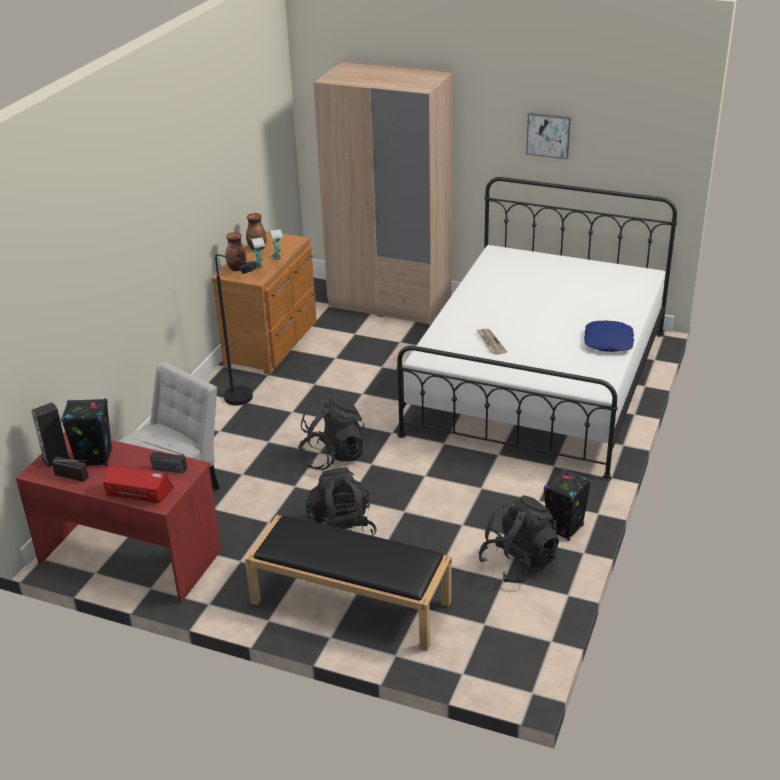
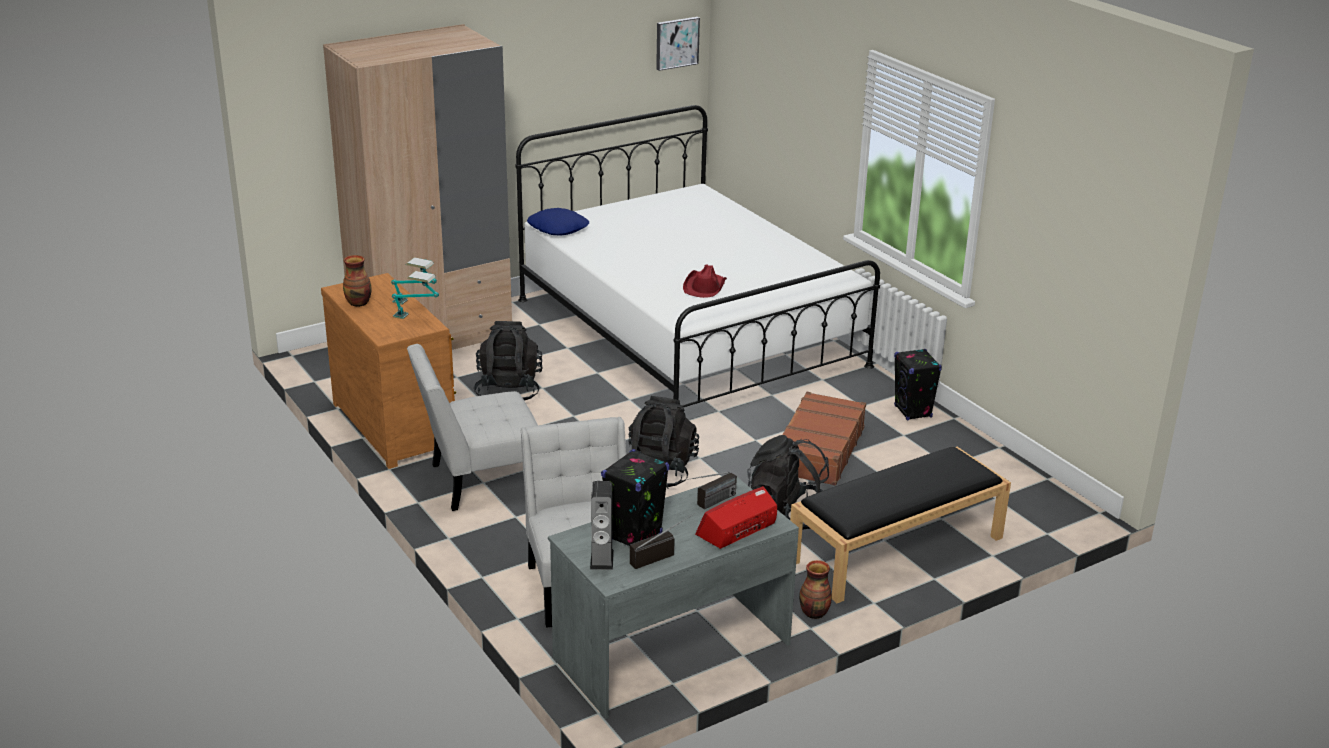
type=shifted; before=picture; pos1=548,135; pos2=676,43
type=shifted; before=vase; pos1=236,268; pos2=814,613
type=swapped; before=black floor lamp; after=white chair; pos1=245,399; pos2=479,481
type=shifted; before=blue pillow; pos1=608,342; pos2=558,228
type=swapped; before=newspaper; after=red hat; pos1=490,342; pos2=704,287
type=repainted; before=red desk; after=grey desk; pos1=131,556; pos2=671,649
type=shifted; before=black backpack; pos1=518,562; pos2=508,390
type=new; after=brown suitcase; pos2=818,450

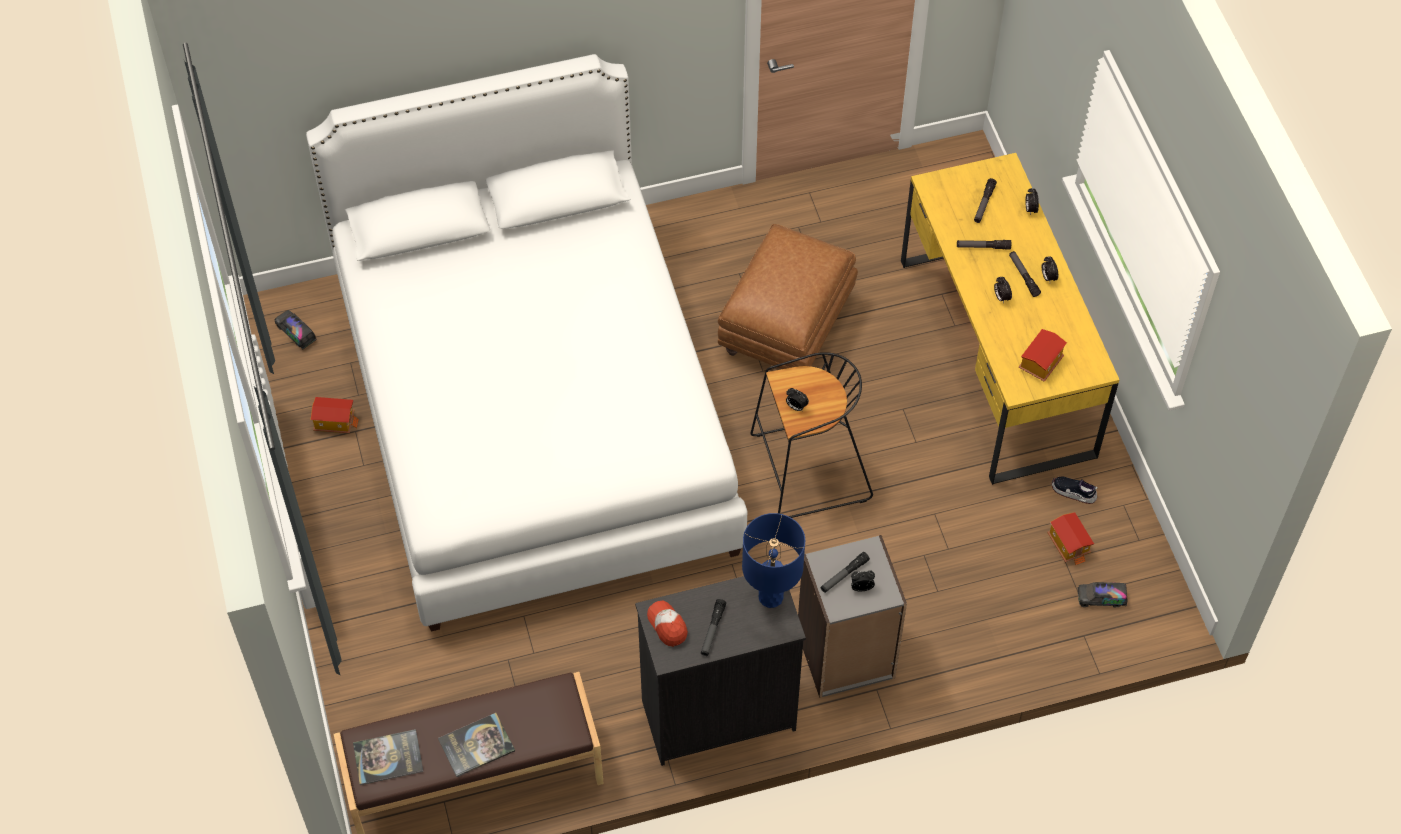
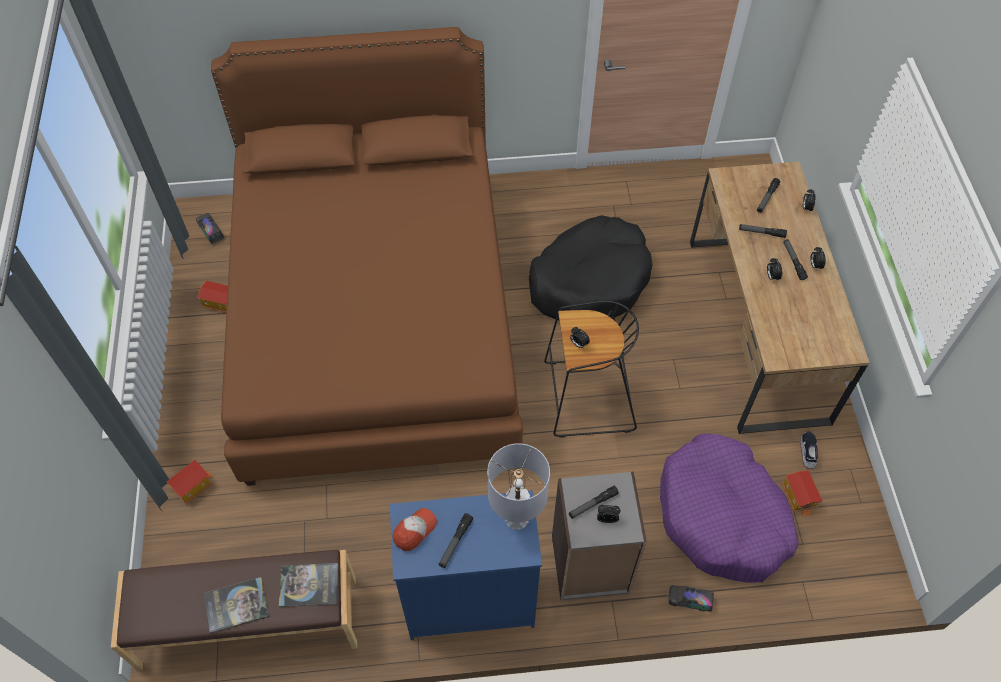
type=repainted; before=white bed; after=brown bed; pos1=533,413; pos2=375,319
type=repainted; before=yellow desk; after=brown desk; pos1=996,357; pos2=756,328
type=swapped; before=brown ottoman; after=black dog bed; pos1=786,328; pos2=589,281
type=shifted; before=toy house; pos1=1040,363; pos2=193,486
type=rotated; before=shoe; pos1=1073,492; pos2=808,451; turn=60
type=repainted; before=blue table lamp; after=grey table lamp; pos1=770,597; pos2=516,518
type=repainted; before=black dresser; after=blue dresser; pos1=716,715; pos2=468,600
type=shifted; before=toy truck; pos1=1101,598; pos2=689,600
type=rotated; before=cap; pos1=667,625; pos2=414,531; turn=60
type=shifted; before=book; pos1=388,757; pos2=309,585
type=new; after=purple dog bed; pos2=722,516

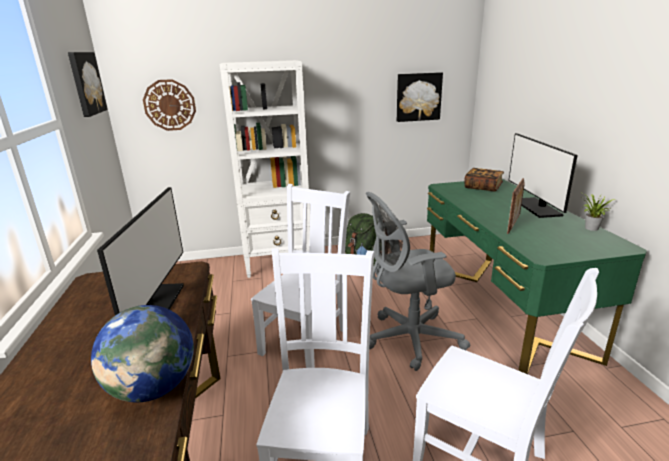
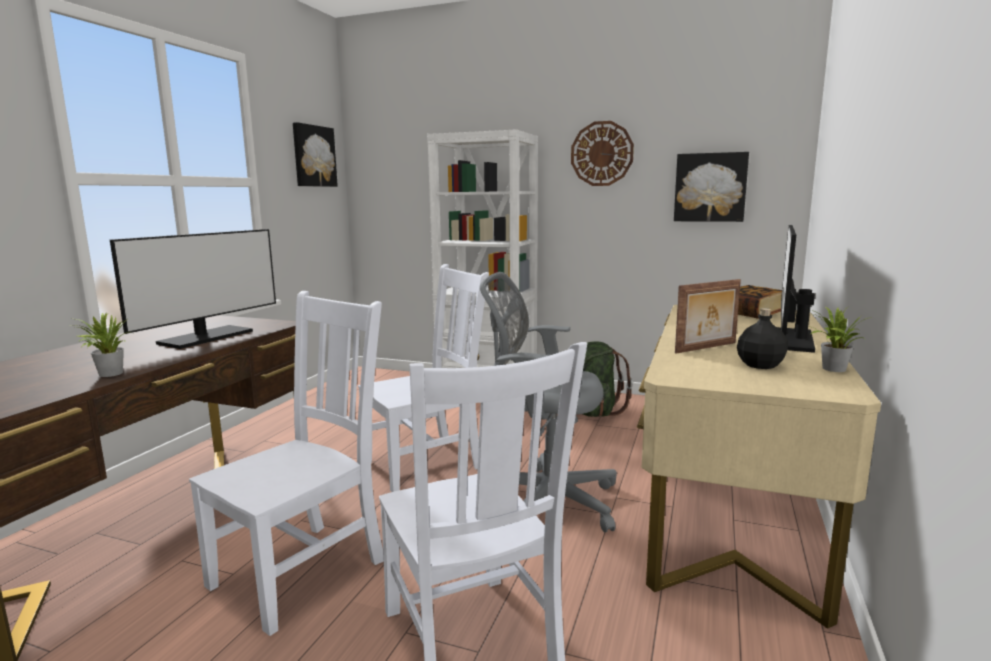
type=shifted; before=wall clock; pos1=169,105; pos2=601,154
type=repainted; before=green desk; after=beige desk; pos1=501,307; pos2=731,505
type=swapped; before=globe; after=potted plant; pos1=154,388; pos2=107,374
type=new; after=black bottle; pos2=759,365

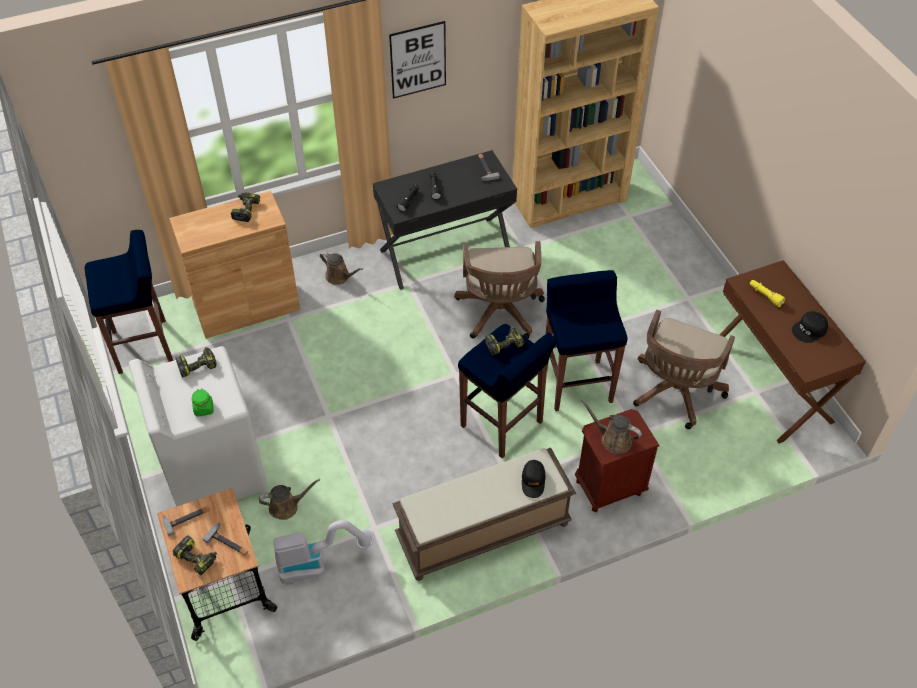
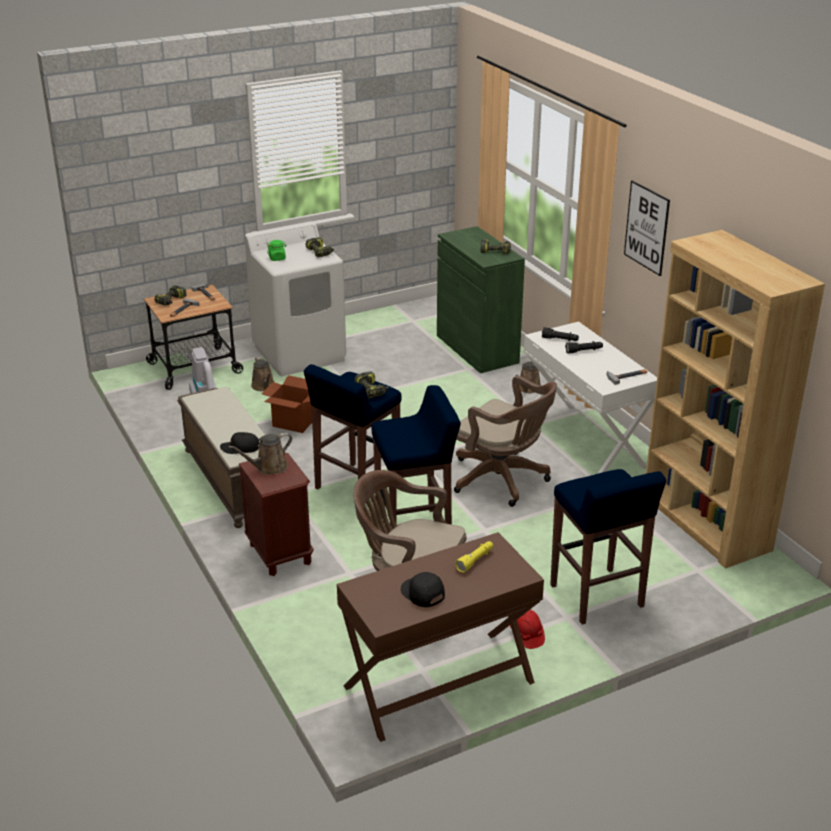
type=repainted; before=black desk; after=white desk; pos1=445,252; pos2=583,443
type=repainted; before=brown cabinet; after=green cabinet; pos1=247,307; pos2=477,349
type=shifted; before=blue stool; pos1=144,346; pos2=597,597
type=rotated; before=brown office chair; pos1=500,314; pos2=503,480; turn=-135
type=rotated; before=brown watering can; pos1=613,439; pos2=268,467; turn=-150
type=new; after=cardboard box; pos2=293,423
type=new; after=red hard hat; pos2=526,635

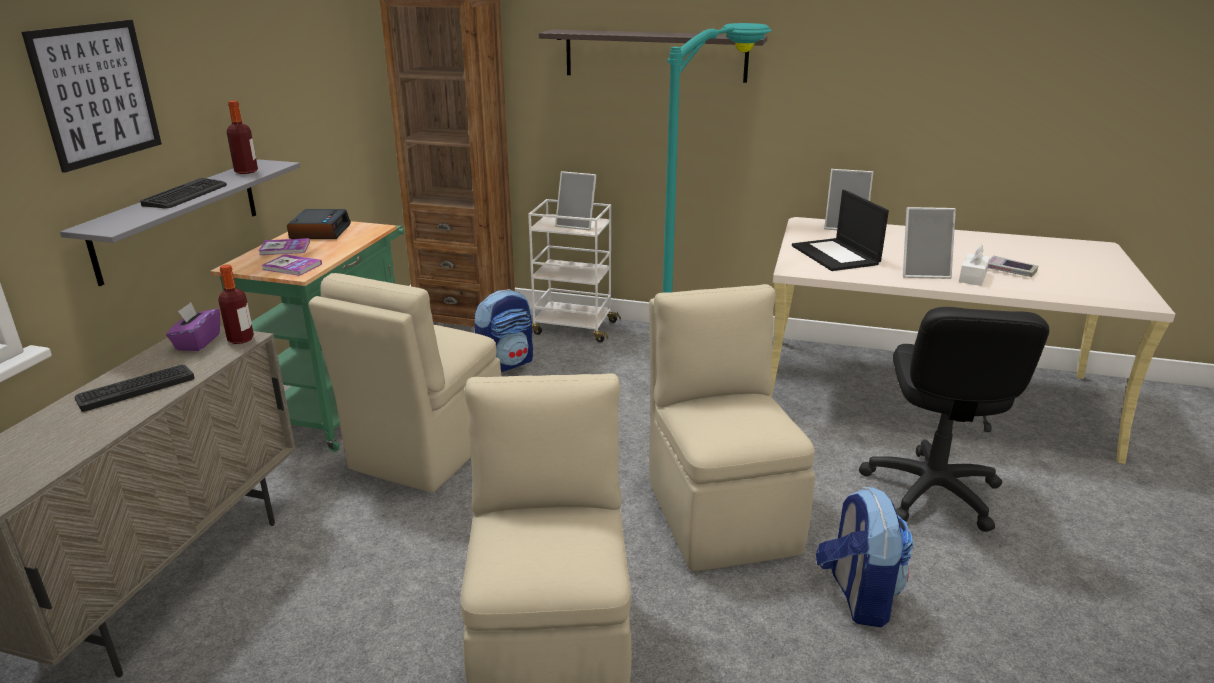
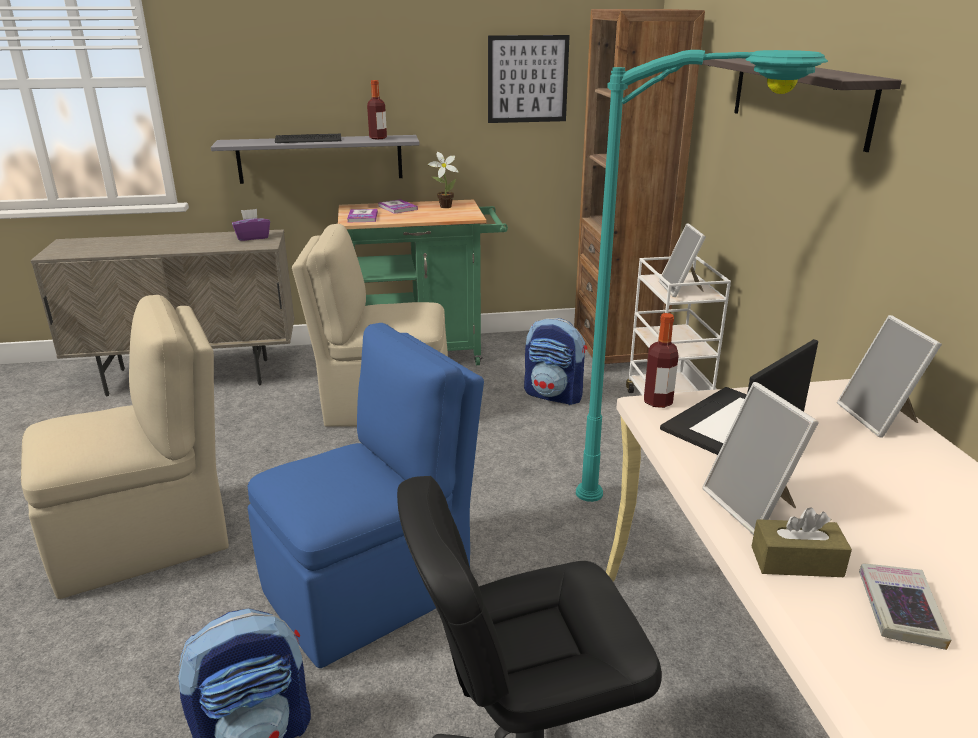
type=shifted; before=picture; pos1=97,93; pos2=527,79
type=swapped; before=alarm clock; after=potted plant; pos1=320,231; pos2=443,206
type=repainted; before=white tissue box; after=brown tissue box; pos1=972,277; pos2=796,561
type=shifted; before=bottle; pos1=241,339; pos2=658,402
type=repainted; before=beige chair; after=blue chair; pos1=720,513; pos2=371,589
type=gone; before=keyboard; pos1=135,388

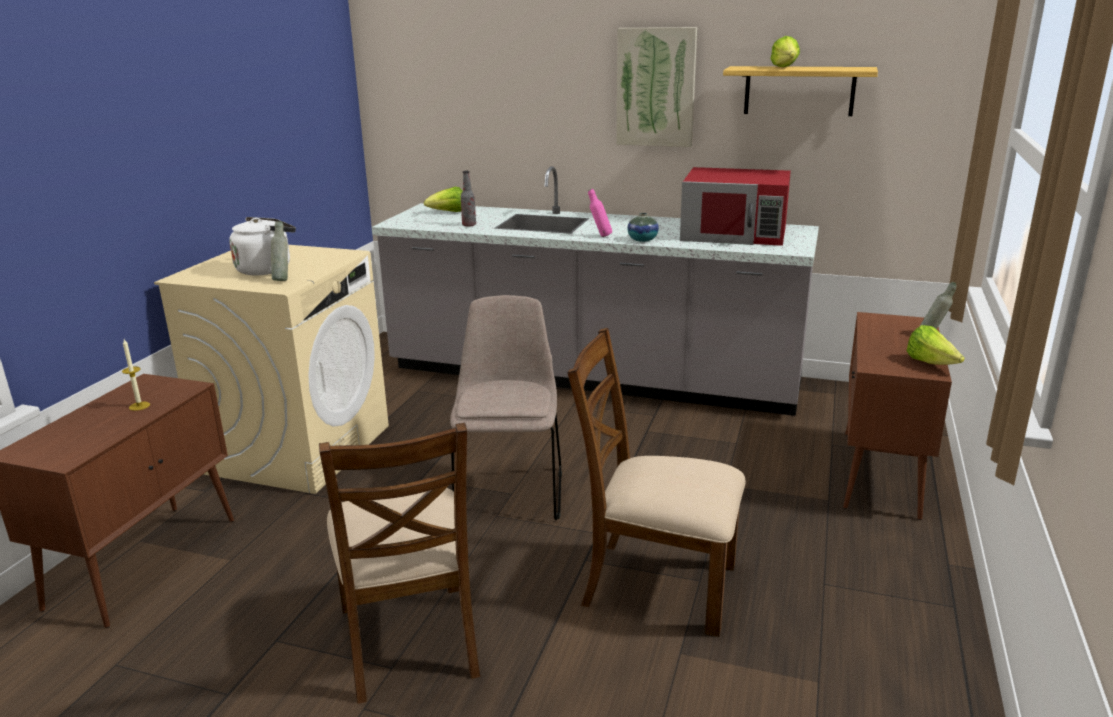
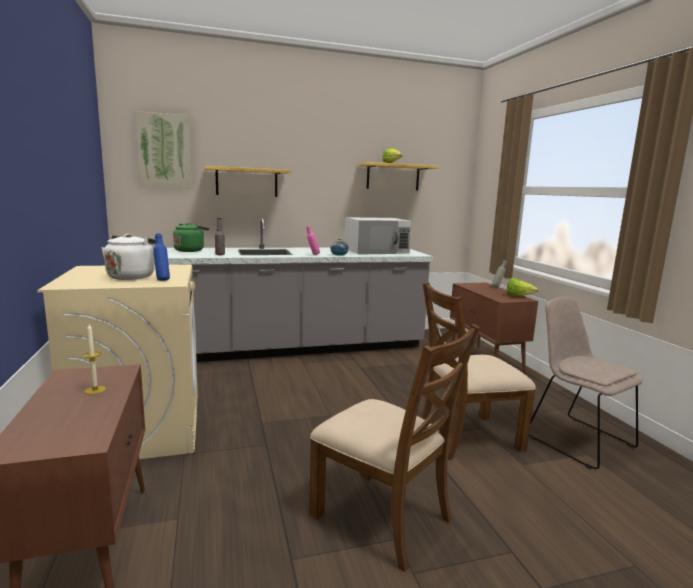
type=shifted; before=picture; pos1=656,87; pos2=164,151
type=repainted; before=red microwave; after=white microwave; pos1=735,233; pos2=376,251
type=swapped; before=lettuce; after=green kettle; pos1=448,213; pos2=190,250
type=repainted; before=grey bottle; after=blue bottle; pos1=282,280; pos2=162,280
type=shifted; before=beige chair; pos1=509,491; pos2=576,439
type=new; after=shelf; pos2=247,182

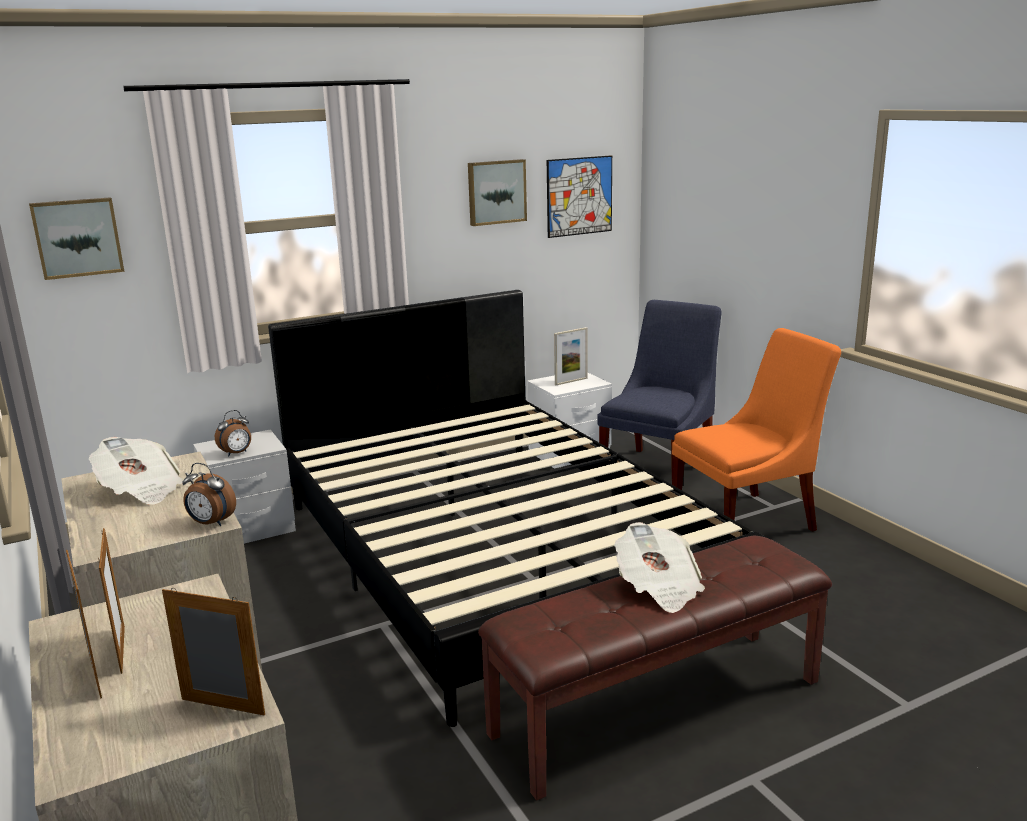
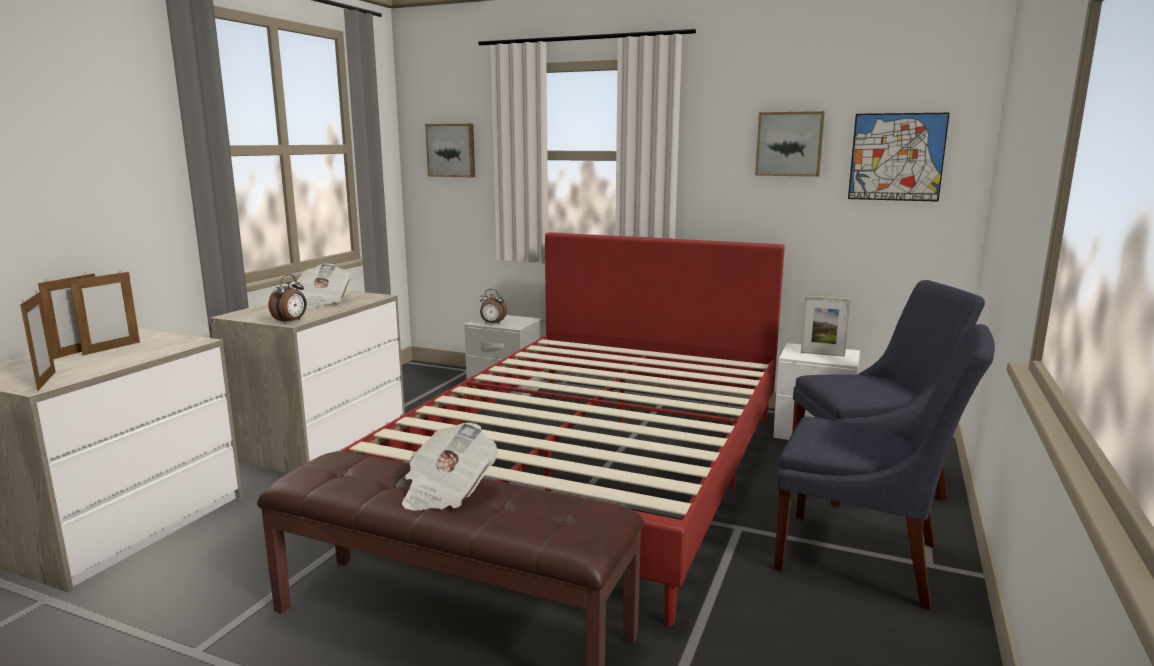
type=repainted; before=black bed; after=red bed; pos1=495,554; pos2=594,468
type=repainted; before=orange chair; after=blue chair; pos1=748,521; pos2=865,559
type=rotated; before=alarm clock; pos1=211,523; pos2=291,321; turn=-135

